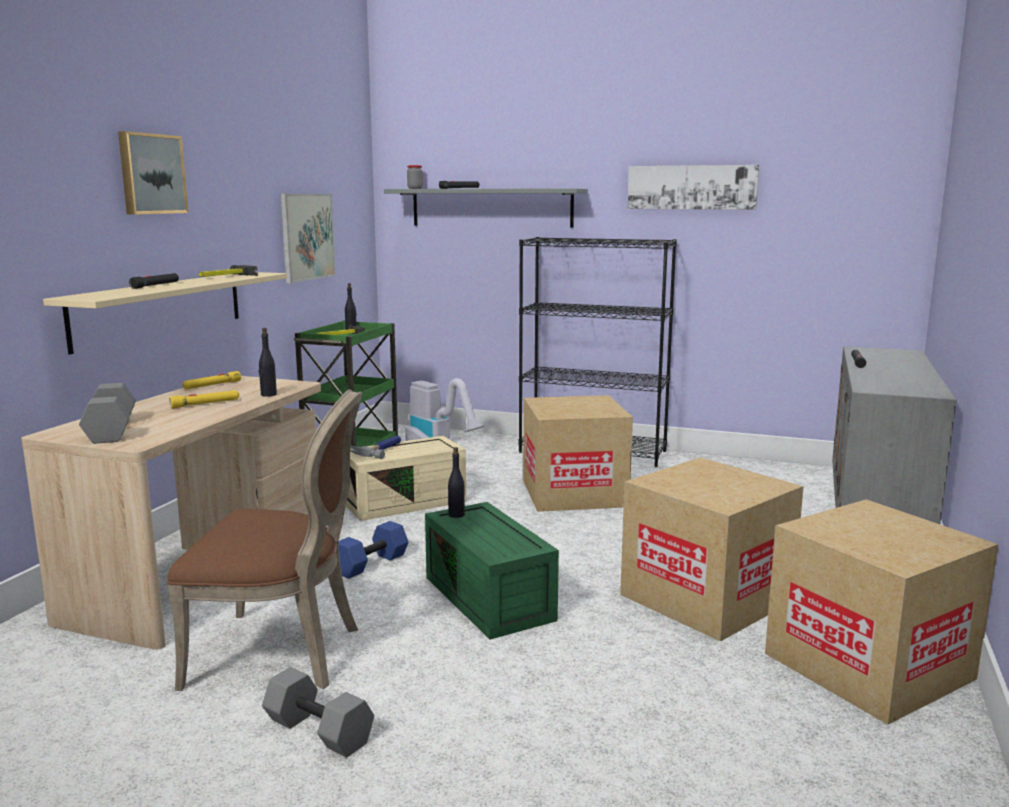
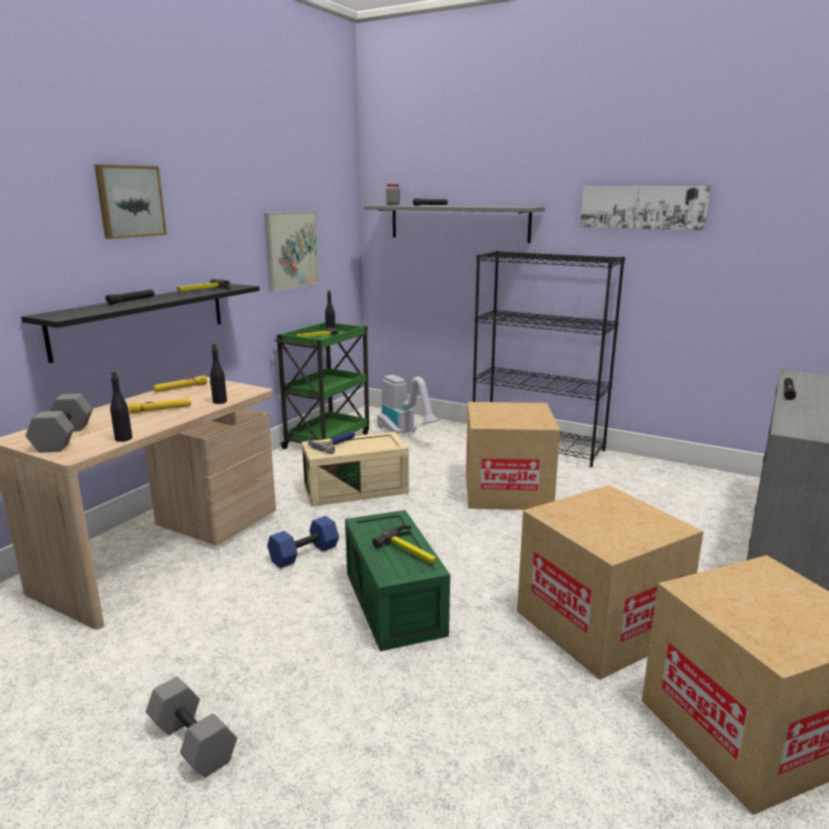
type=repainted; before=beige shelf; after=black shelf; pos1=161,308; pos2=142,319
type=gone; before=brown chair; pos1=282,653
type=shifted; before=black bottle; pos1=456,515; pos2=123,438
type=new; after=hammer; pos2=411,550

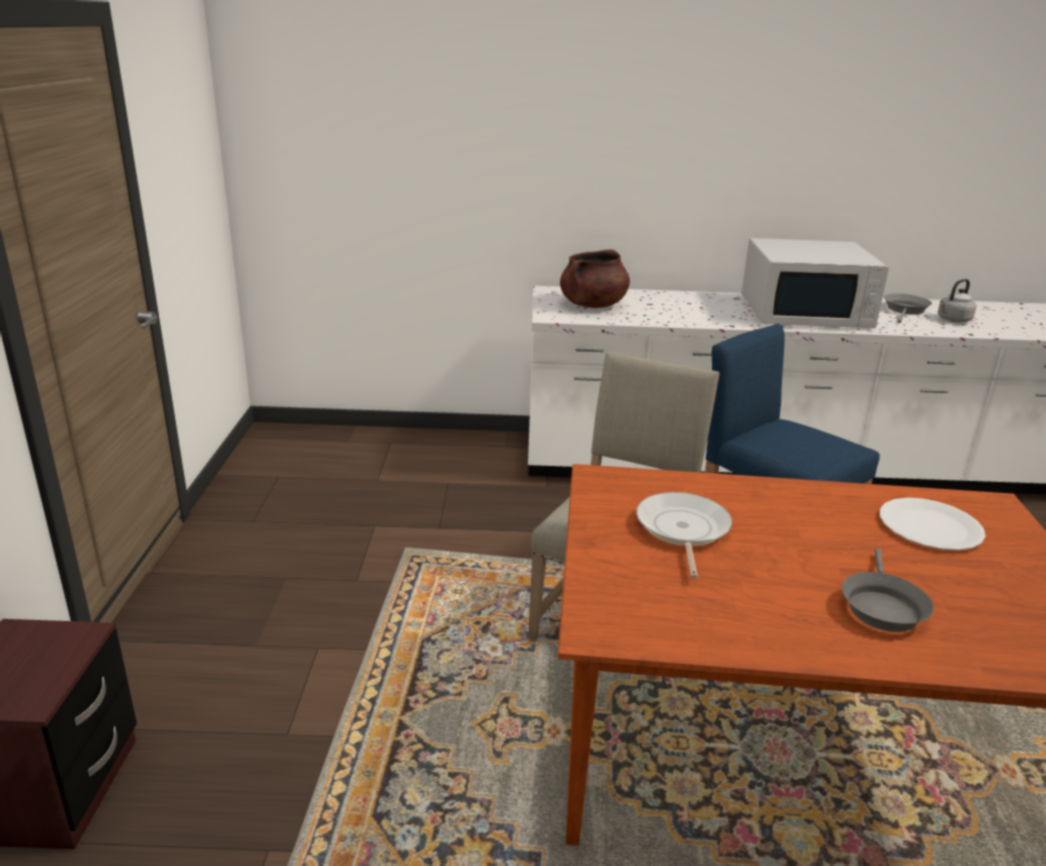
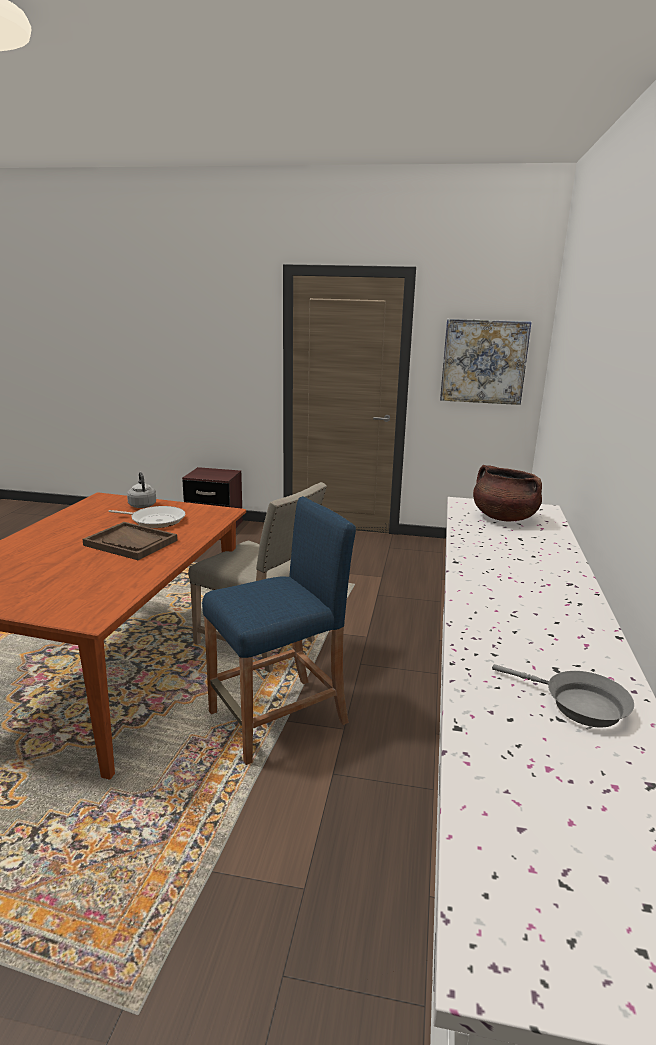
type=gone; before=white microwave; pos1=806,312
type=shifted; before=grey kettle; pos1=952,320; pos2=142,505
type=gone; before=white plate; pos1=930,526
type=gone; before=grey frying pan; pos1=881,606
type=new; after=picture; pos2=484,361
type=new; after=brown tray; pos2=131,543

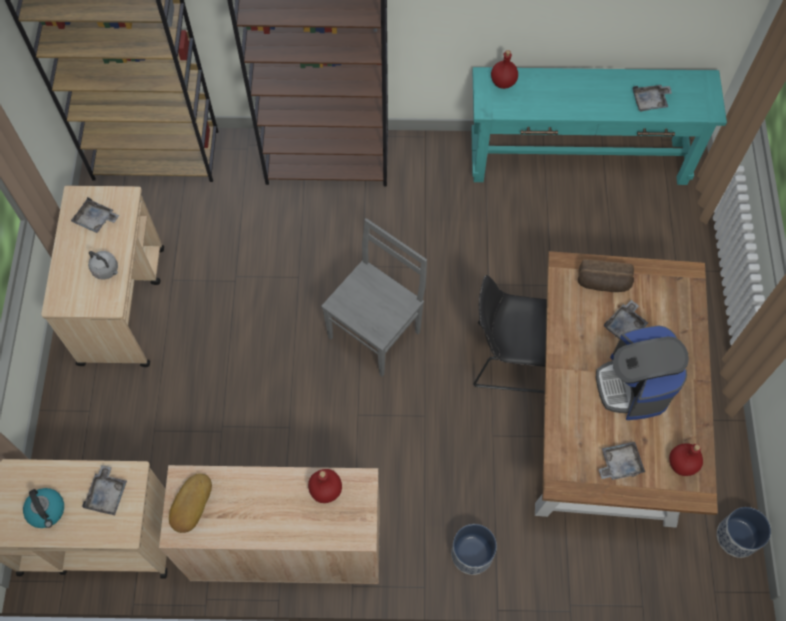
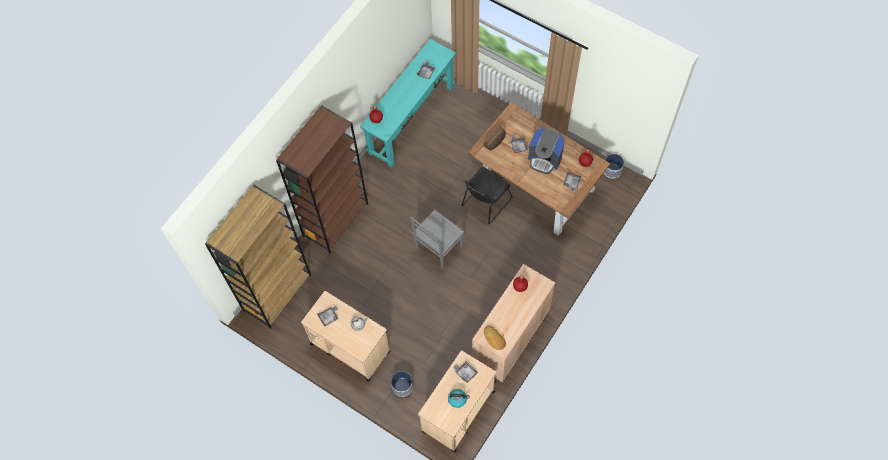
type=rotated; before=grey chair; pos1=376,333; pos2=438,249; turn=-120
type=shifted; before=planter; pos1=471,553; pos2=402,386

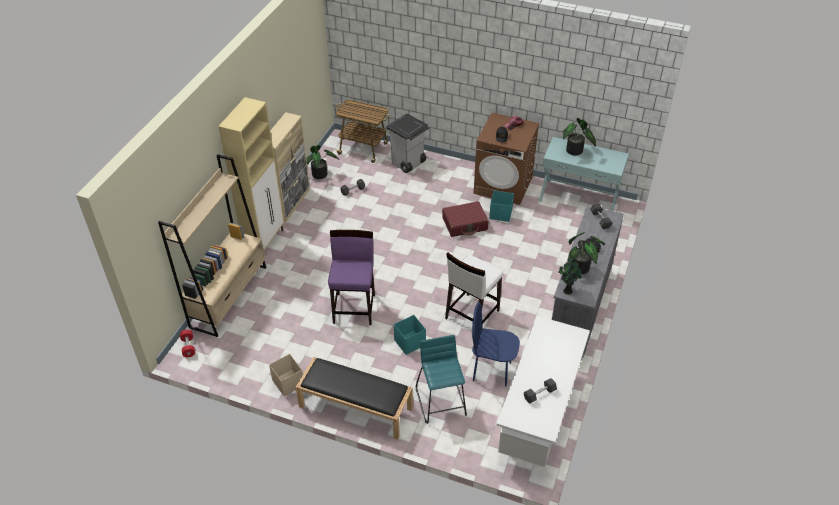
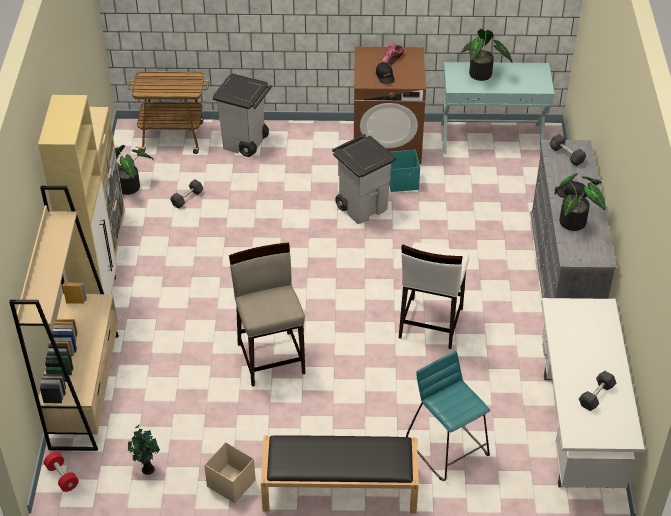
type=swapped; before=red suitcase; after=grey trash can; pos1=465,224; pos2=362,207
type=repainted; before=purple stool; after=beige stool; pos1=354,308; pos2=271,357
type=shifted; before=potted plant; pos1=567,290; pos2=147,468
type=gone; before=blue chair; pos1=492,371
type=gone; before=turquoise storage box; pos1=409,342

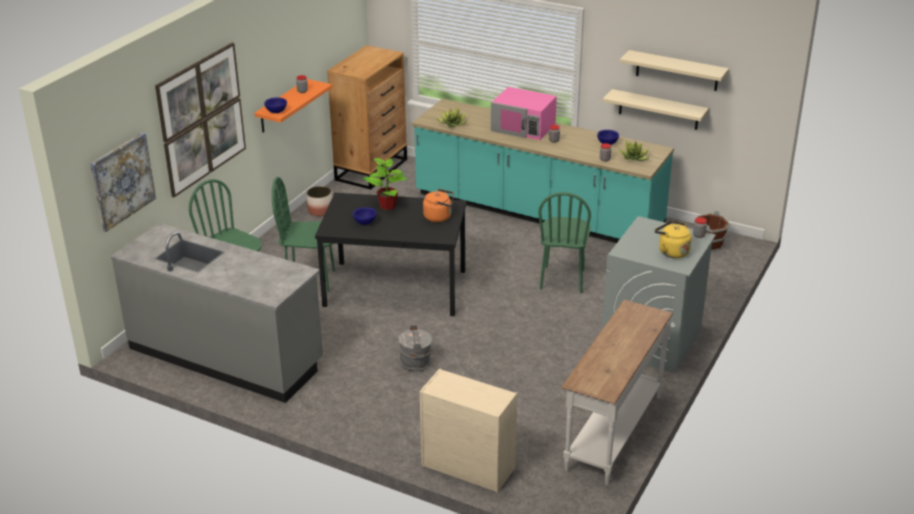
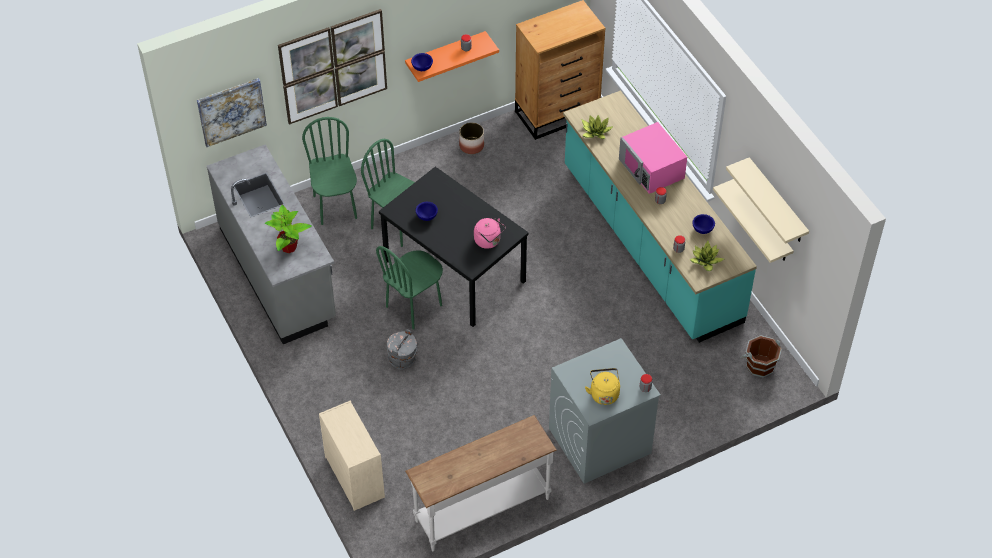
type=shifted; before=potted plant; pos1=388,206; pos2=289,247
type=repainted; before=orange kettle; after=pink kettle; pos1=439,217; pos2=489,241
type=shifted; before=green chair; pos1=562,279; pos2=414,306

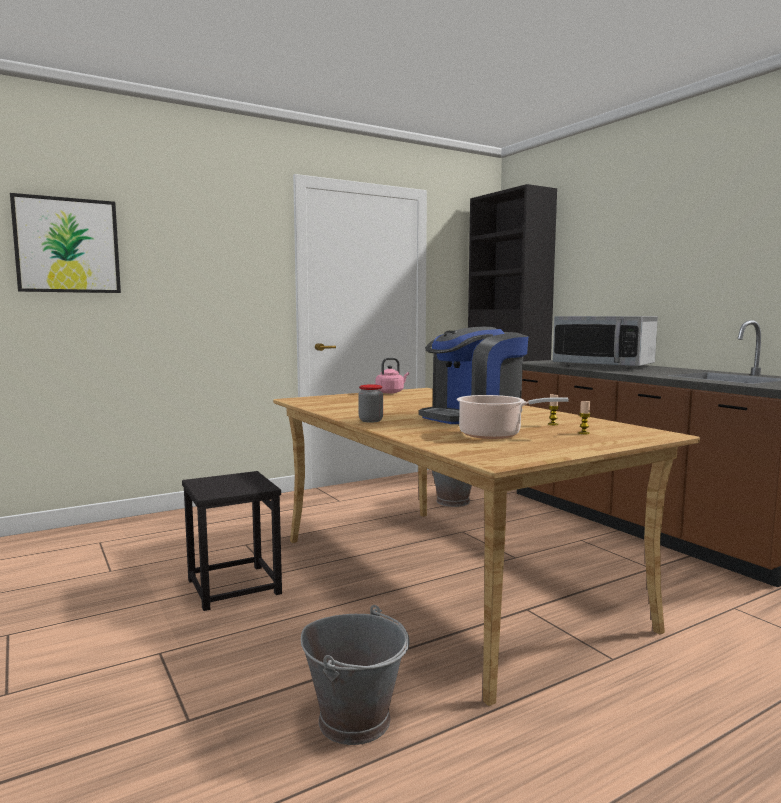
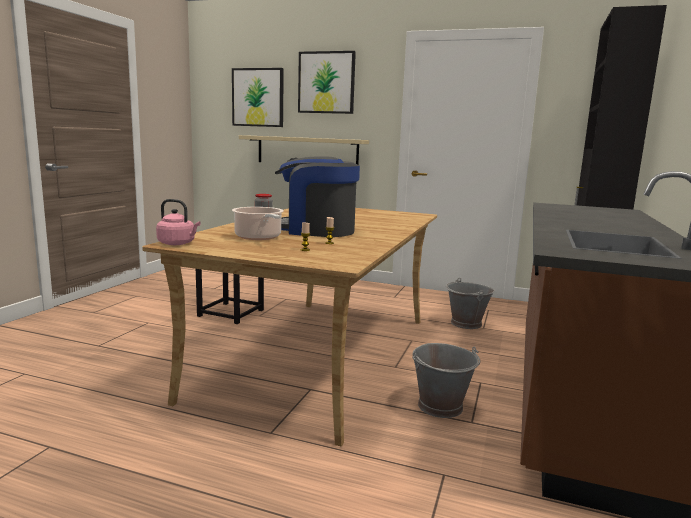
type=gone; before=microwave; pos1=603,365
type=shifted; before=pink kettle; pos1=391,392; pos2=178,243
type=shifted; before=grey bucket; pos1=355,720; pos2=441,406
type=new; after=picture; pos2=326,82
type=new; after=beige shelf; pos2=307,151

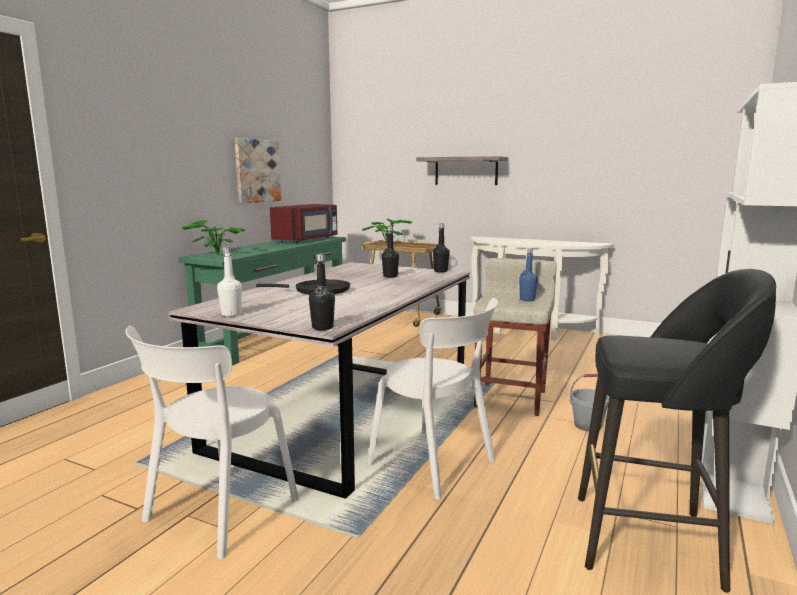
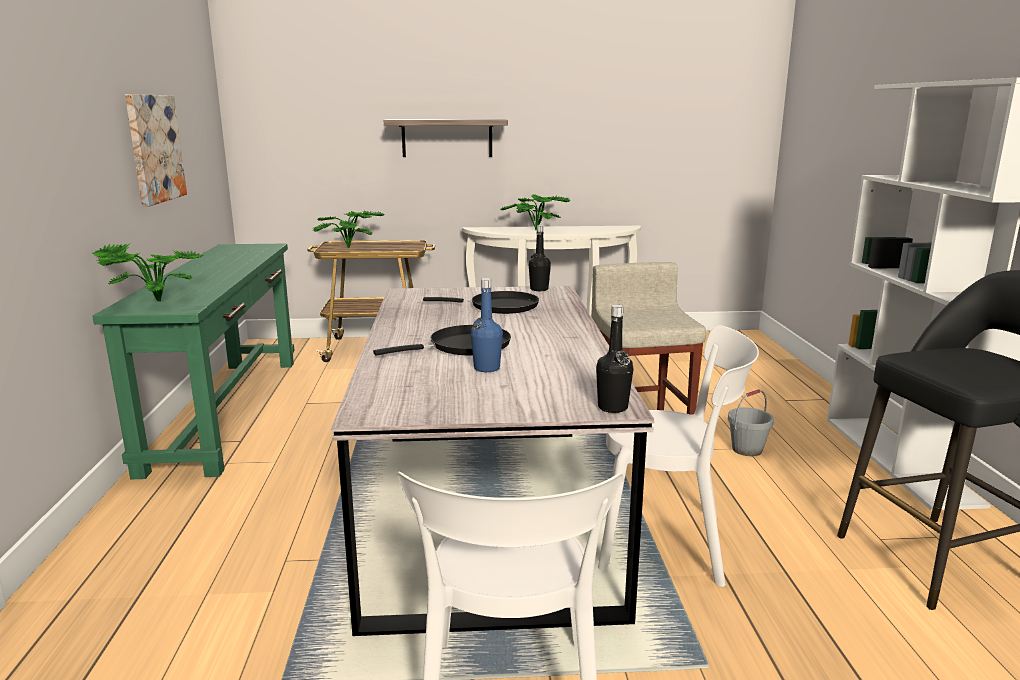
type=gone; before=red microwave; pos1=307,240
type=swapped; before=black bottle; after=black frying pan; pos1=390,276; pos2=499,306
type=gone; before=white bottle; pos1=231,314
type=shifted; before=blue bottle; pos1=527,299; pos2=487,368
type=new; after=potted plant; pos2=536,231

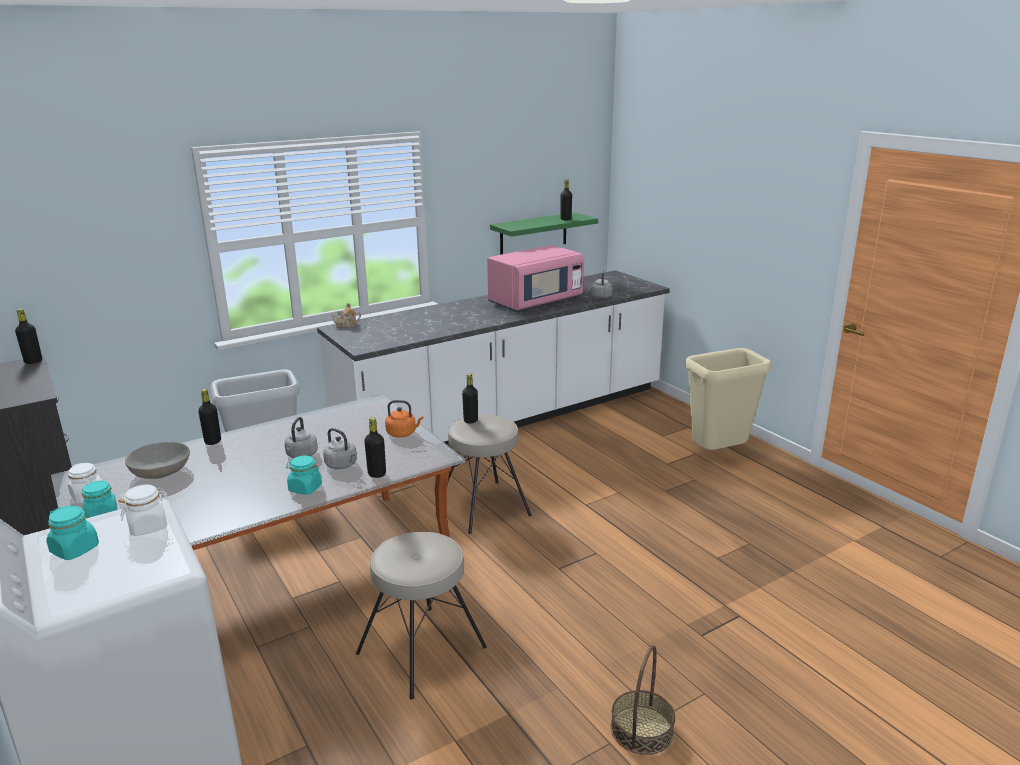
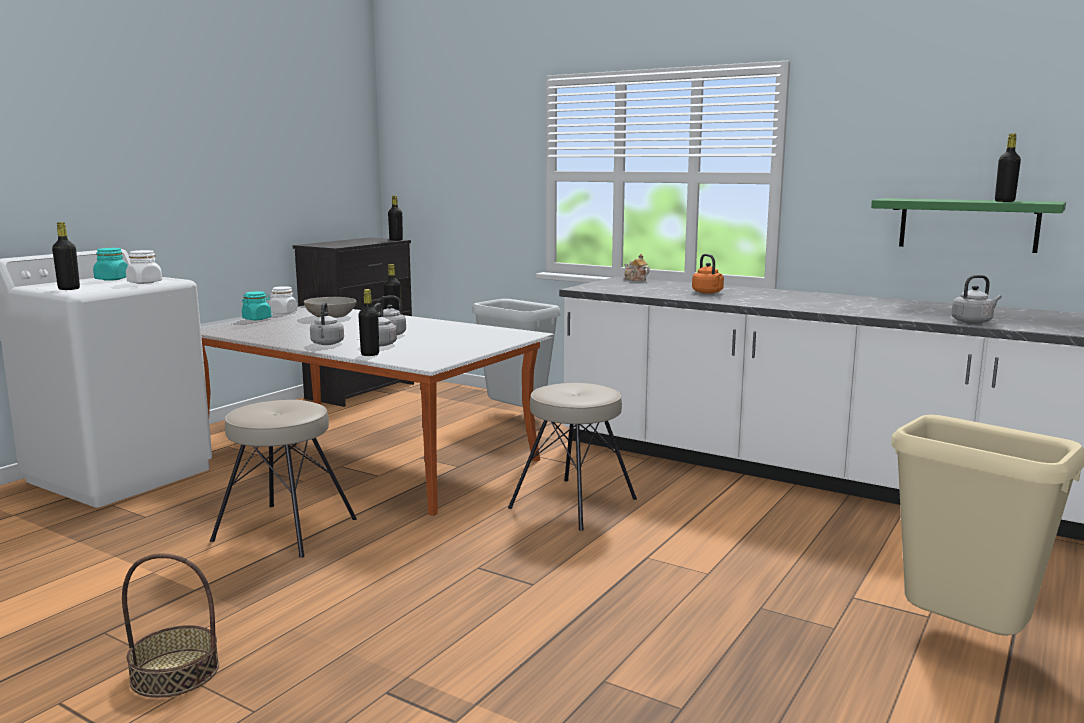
type=gone; before=pink microwave; pos1=535,302
type=shifted; before=black bottle; pos1=470,420; pos2=69,289
type=shifted; before=orange kettle; pos1=403,433; pos2=708,292
type=swapped; before=turquoise jar; after=grey kettle; pos1=305,488; pos2=327,344

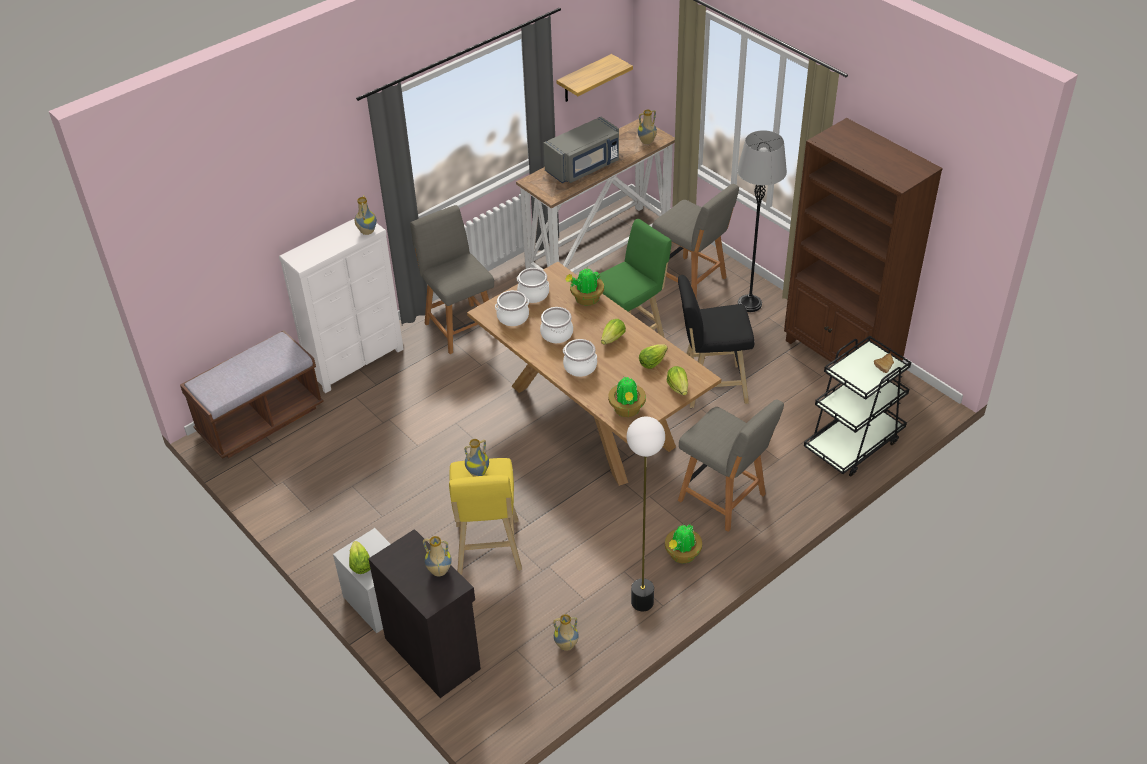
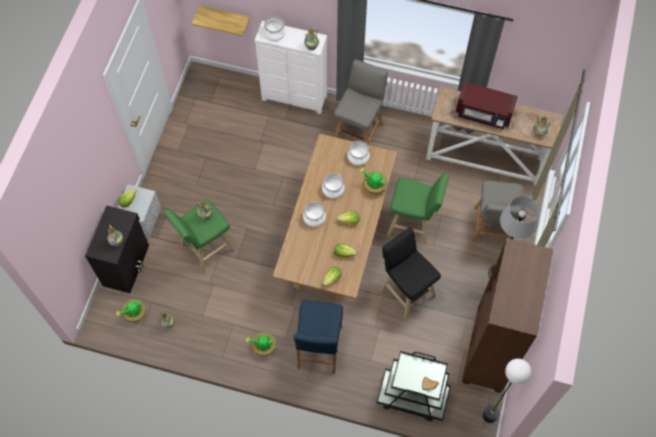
type=shifted; before=shelf; pos1=584,79; pos2=225,17
type=repainted; before=grey microwave; after=red microwave; pos1=584,167; pos2=483,114
type=shifted; before=cooking pot; pos1=513,317; pos2=275,33
type=gone; before=brown bench; pos1=260,420
type=shifted; before=potted plant; pos1=627,410; pos2=134,314
type=swapped; before=grey chair; after=blue stool; pos1=724,499; pos2=319,347
type=shifted; before=floor lamp; pos1=642,602; pos2=489,415
type=repainted; before=yellow stool; after=green stool; pos1=488,550; pos2=205,249

